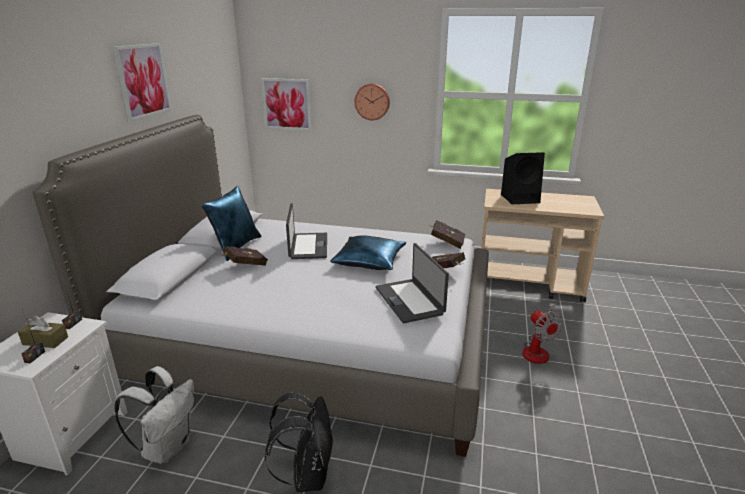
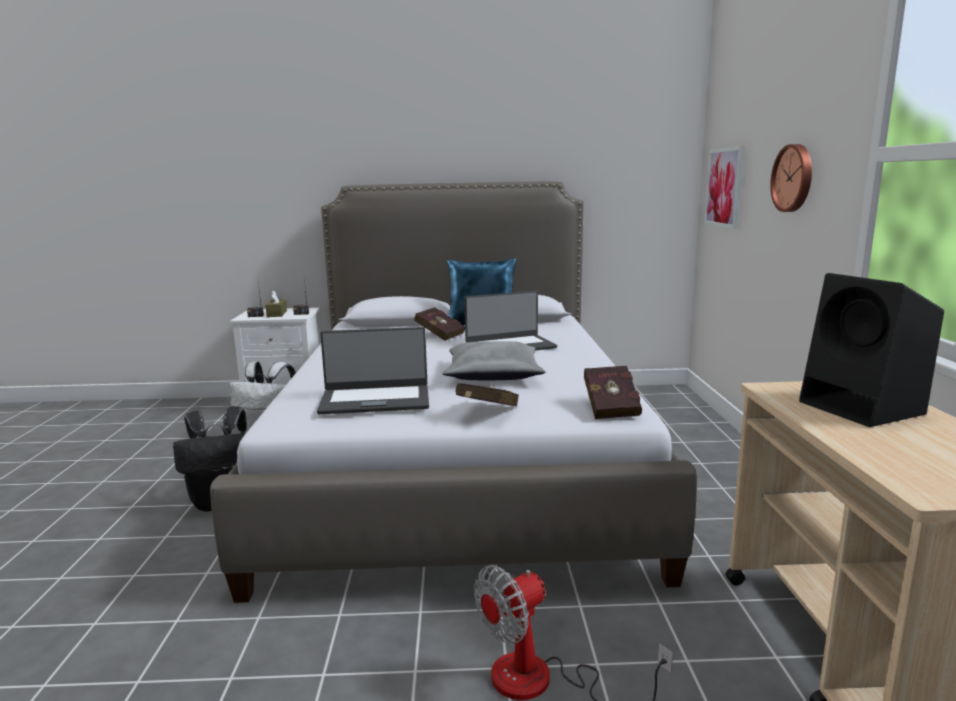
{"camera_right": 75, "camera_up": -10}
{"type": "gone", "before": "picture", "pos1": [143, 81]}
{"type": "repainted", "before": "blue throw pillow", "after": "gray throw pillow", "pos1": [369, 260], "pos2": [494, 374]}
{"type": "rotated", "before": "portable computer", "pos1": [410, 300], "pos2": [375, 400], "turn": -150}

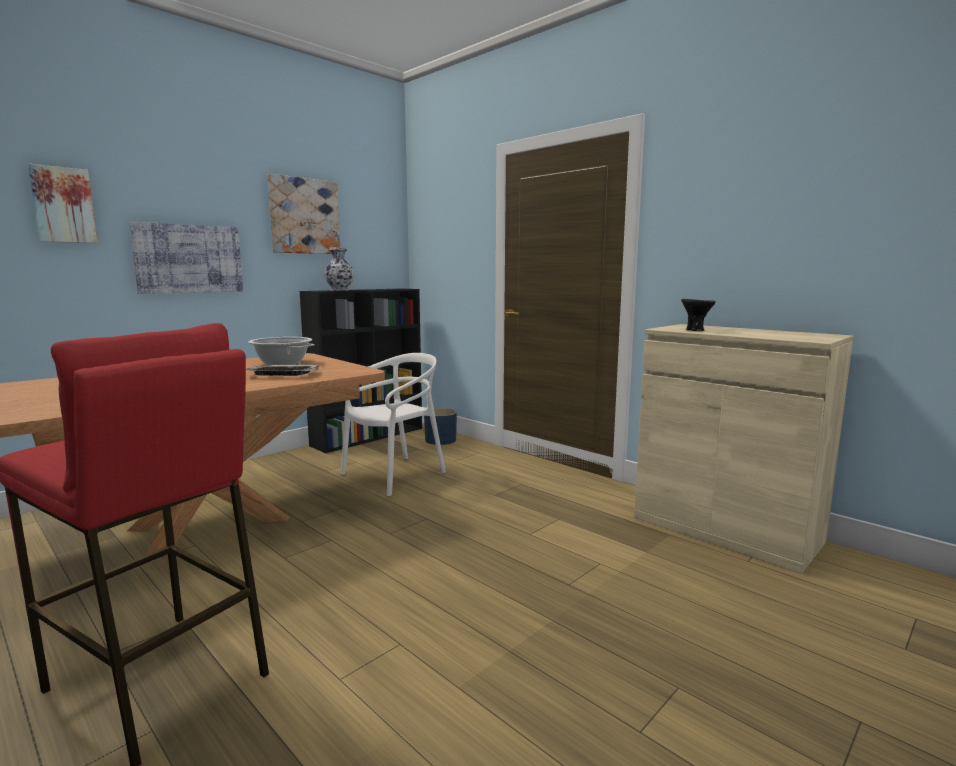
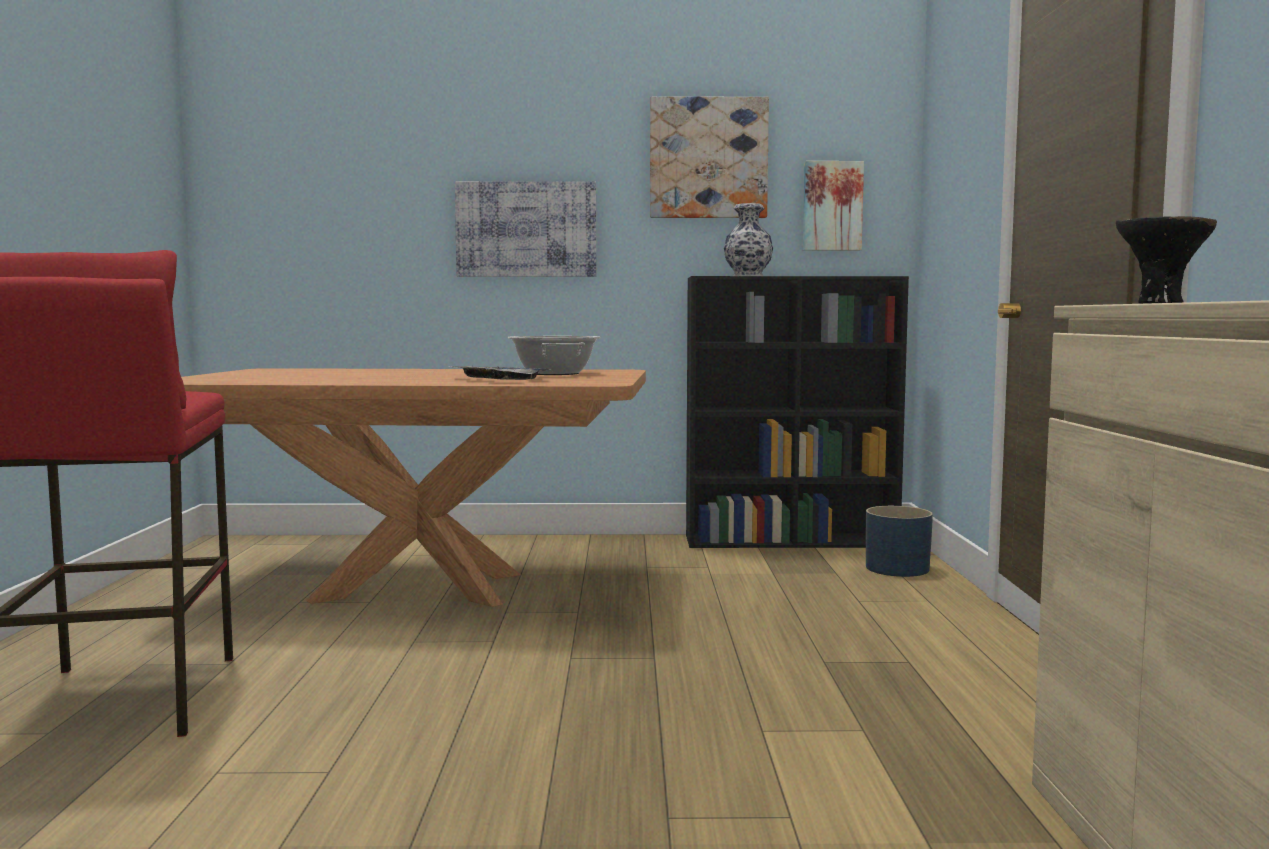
{"camera_right": 45, "camera_up": -5}
{"type": "shifted", "before": "picture", "pos1": [63, 205], "pos2": [832, 206]}
{"type": "gone", "before": "whitish chair", "pos1": [394, 475]}

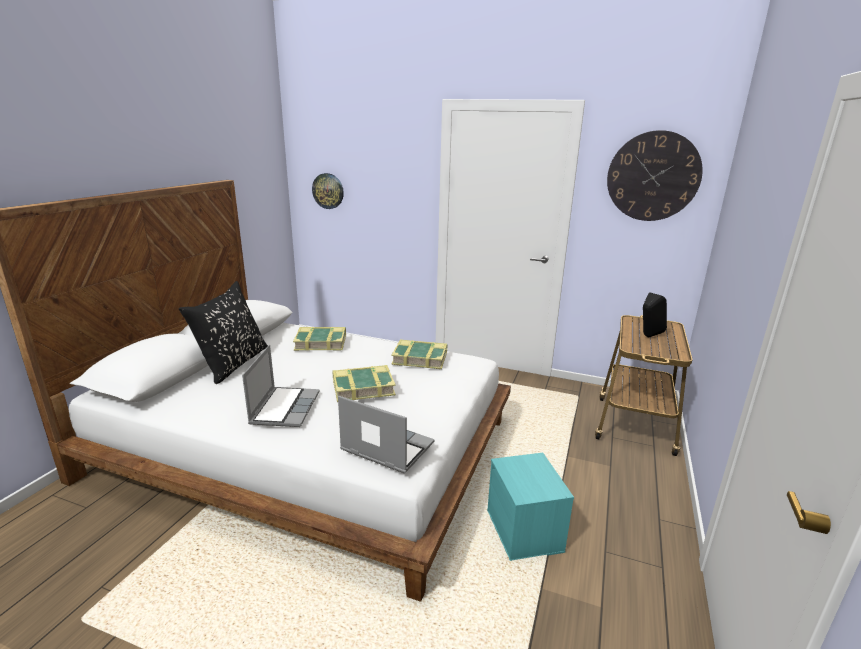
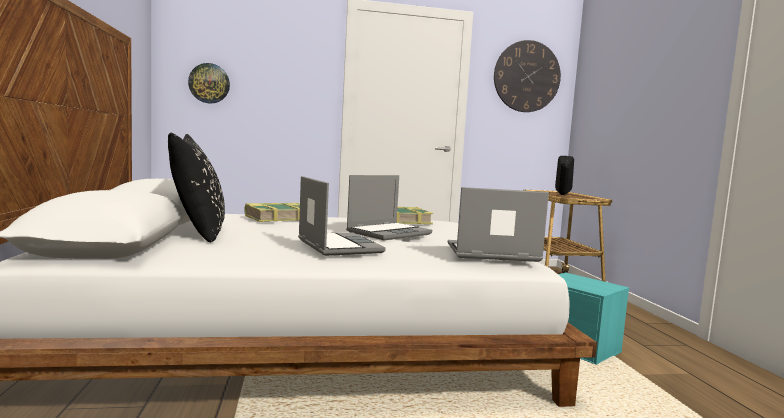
{"camera_right": -30, "camera_up": -15}
{"type": "swapped", "before": "volume", "after": "portable computer", "pos1": [363, 387], "pos2": [389, 233]}

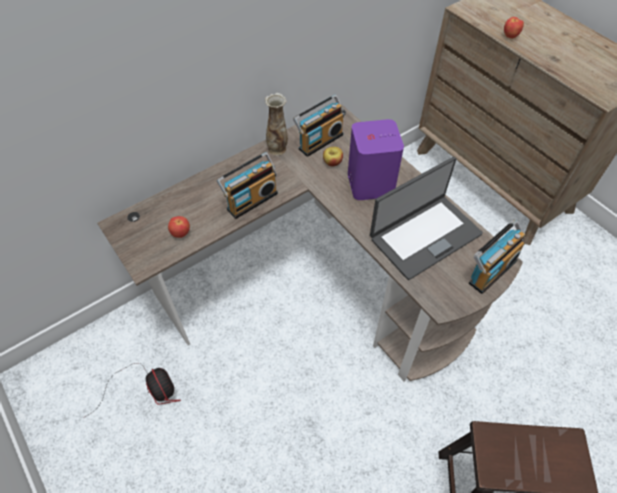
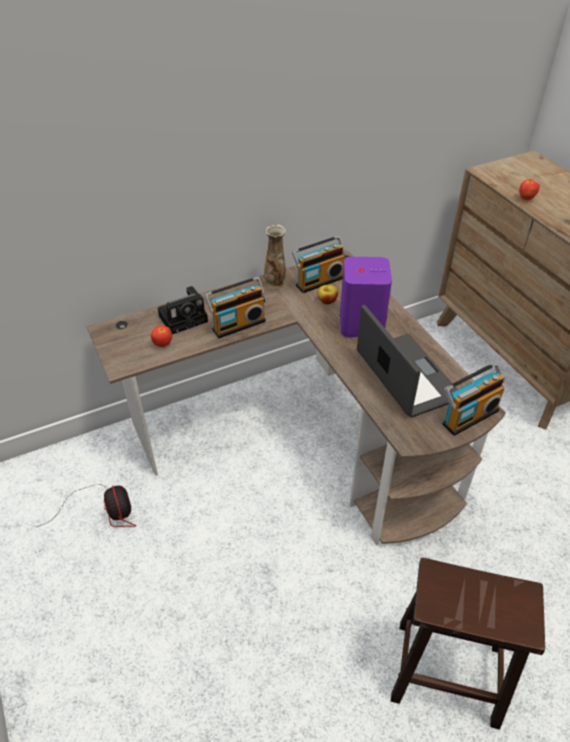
{"camera_right": 10, "camera_up": -10}
{"type": "rotated", "before": "portable computer", "pos1": [424, 235], "pos2": [406, 376], "turn": -90}
{"type": "new", "after": "photo camera", "pos2": [185, 318]}

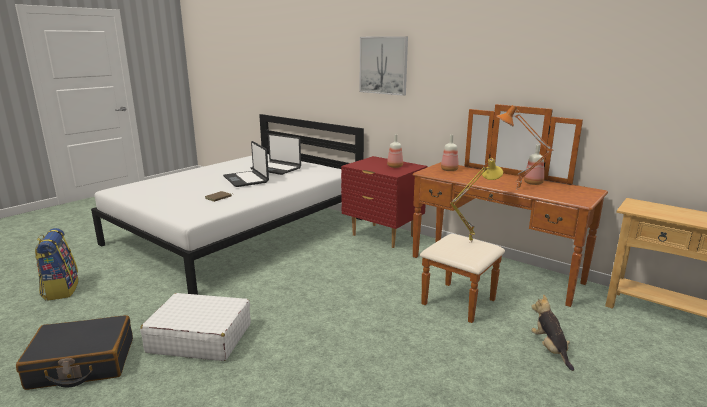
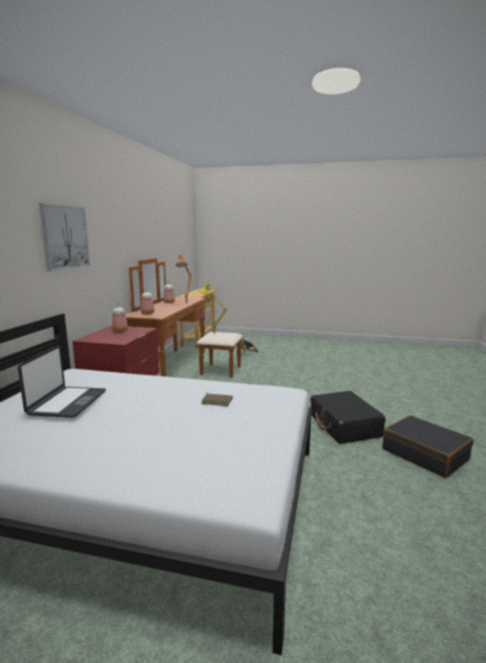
{"camera_right": -115, "camera_up": -5}
{"type": "gone", "before": "portable computer", "pos1": [246, 179]}
{"type": "gone", "before": "knapsack", "pos1": [61, 289]}
{"type": "repainted", "before": "whitish suitcase", "after": "black-coloured suitcase", "pos1": [200, 338], "pos2": [344, 426]}

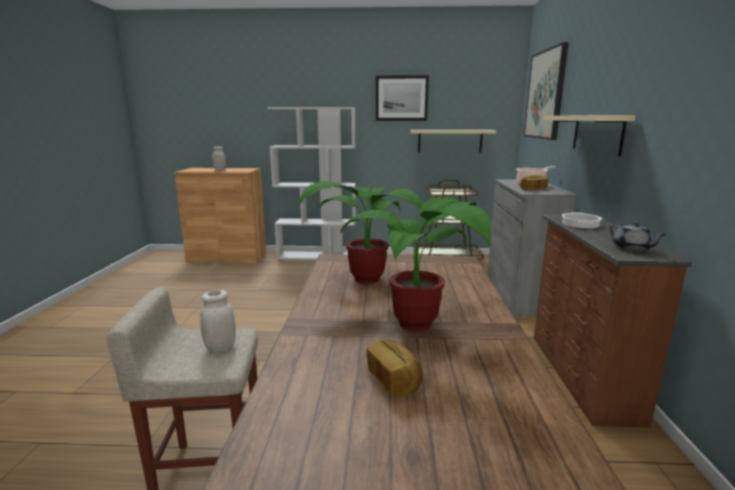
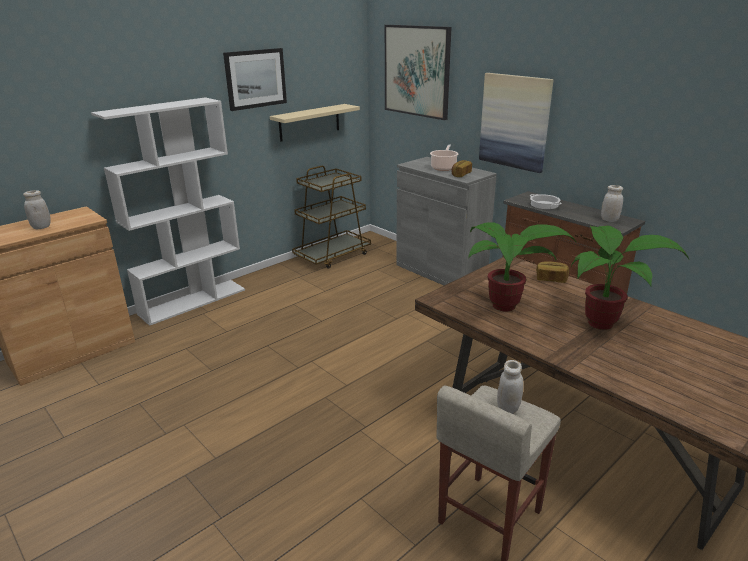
{"camera_right": -45, "camera_up": 10}
{"type": "swapped", "before": "beige shelf", "after": "picture", "pos1": [597, 133], "pos2": [515, 122]}
{"type": "swapped", "before": "gray pot for tea", "after": "whitish jar", "pos1": [632, 248], "pos2": [609, 220]}
{"type": "shifted", "before": "bakery bread", "pos1": [394, 380], "pos2": [551, 279]}

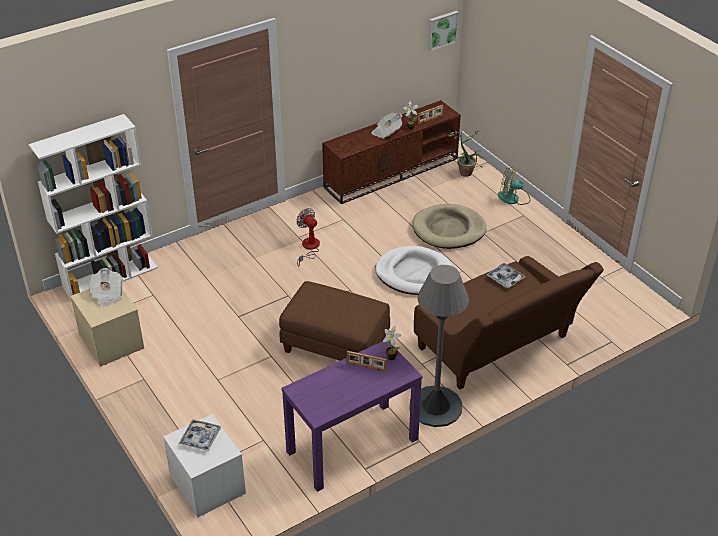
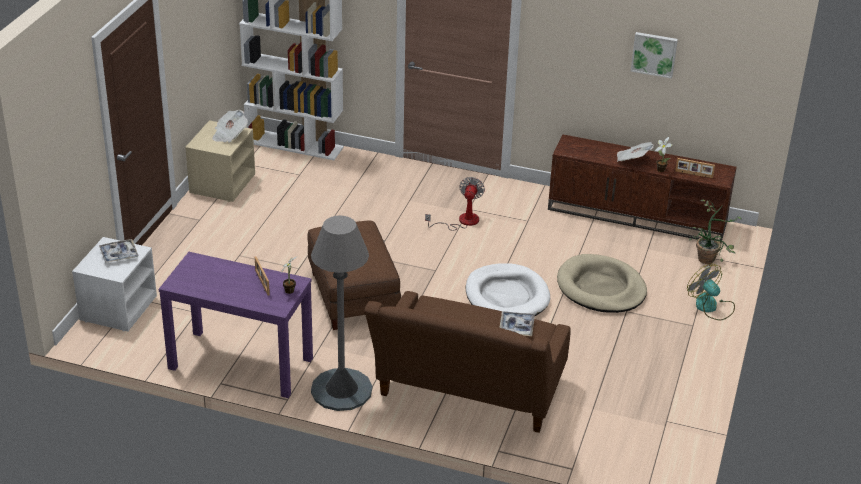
{"camera_right": 50, "camera_up": -5}
{"type": "shifted", "before": "picture", "pos1": [442, 30], "pos2": [654, 54]}

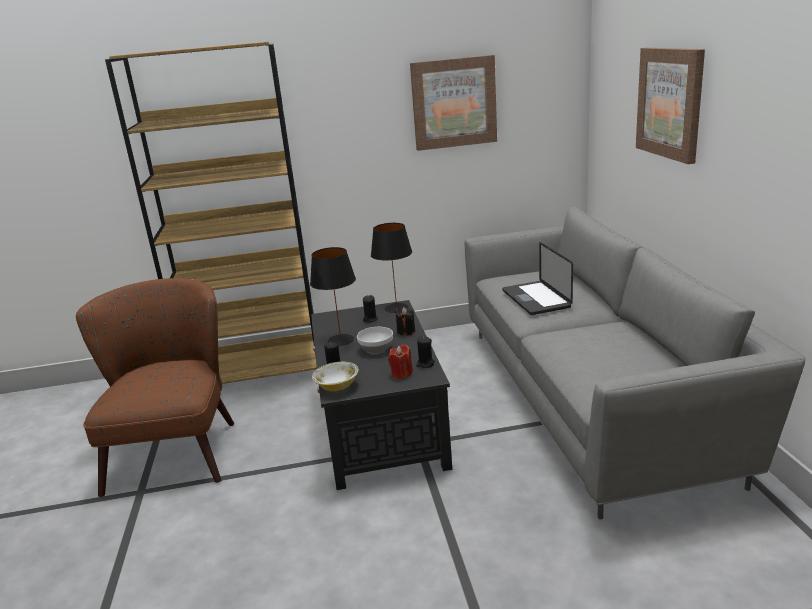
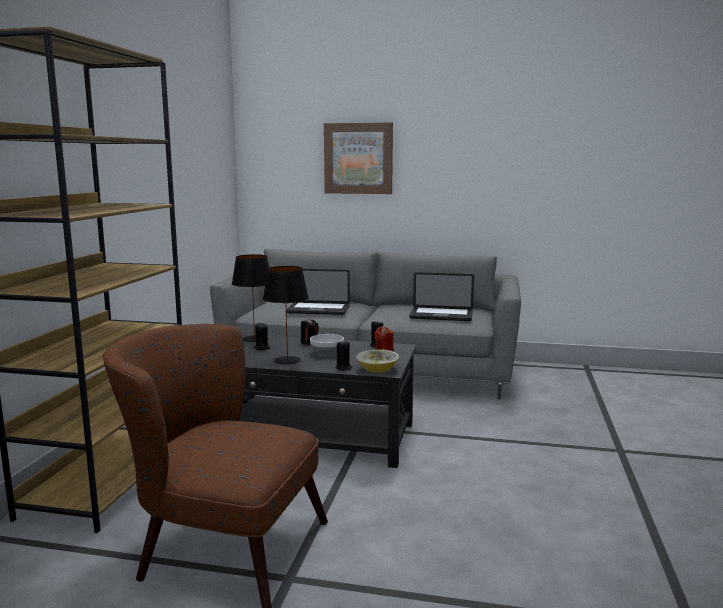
{"camera_right": -70, "camera_up": -10}
{"type": "gone", "before": "picture", "pos1": [454, 103]}
{"type": "new", "after": "portable computer", "pos2": [441, 315]}

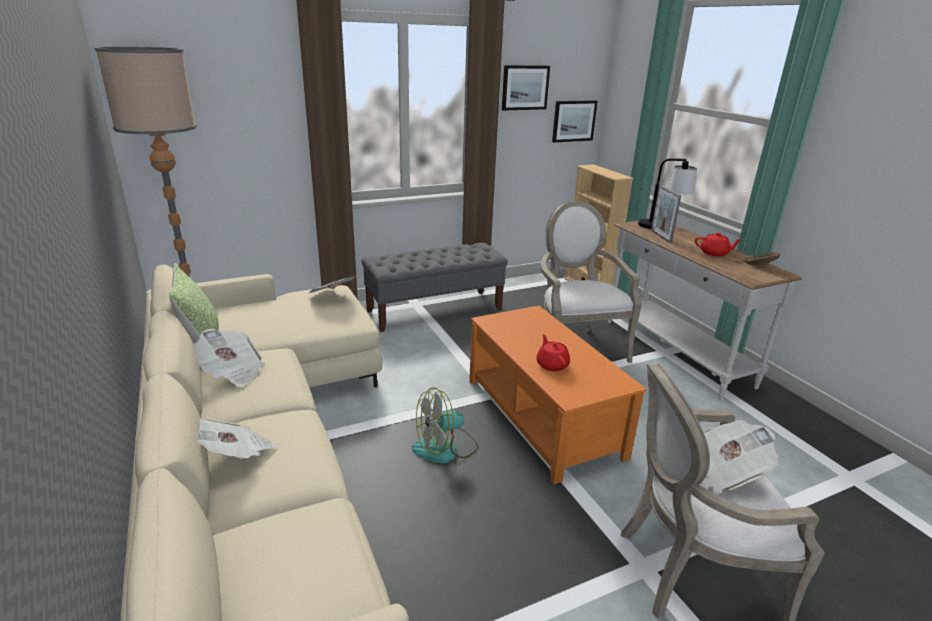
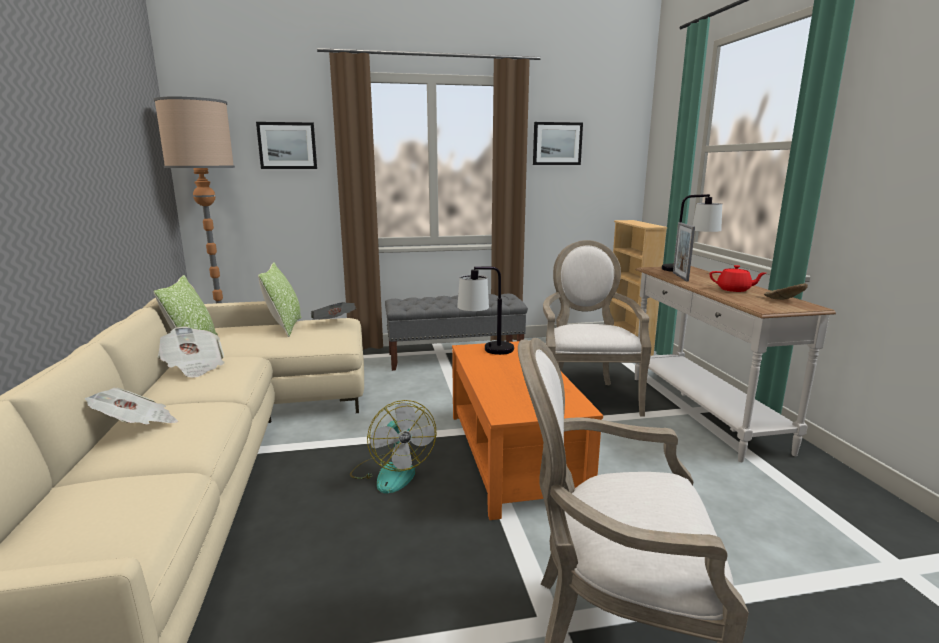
{"camera_right": 15, "camera_up": -10}
{"type": "shifted", "before": "picture", "pos1": [573, 121], "pos2": [287, 145]}
{"type": "gone", "before": "reddish pot for tea", "pos1": [552, 364]}
{"type": "rotated", "before": "cooling fan", "pos1": [445, 448], "pos2": [392, 472], "turn": -105}
{"type": "gone", "before": "daily paper", "pos1": [722, 472]}
{"type": "new", "after": "throw pillow", "pos2": [285, 327]}
{"type": "new", "after": "tabletop lamp", "pos2": [486, 352]}

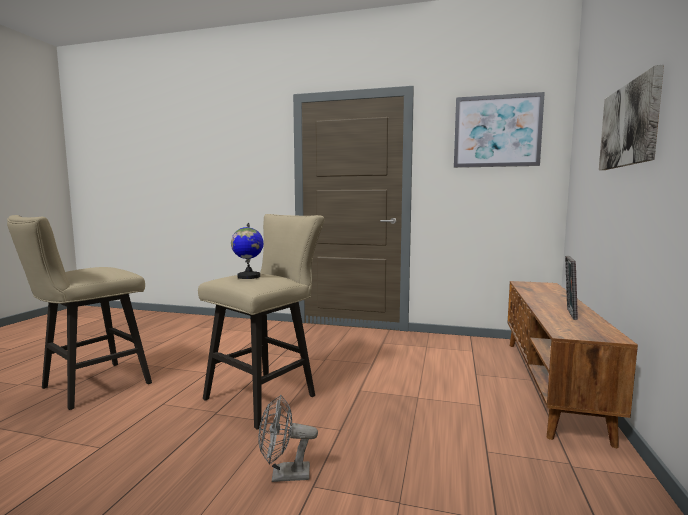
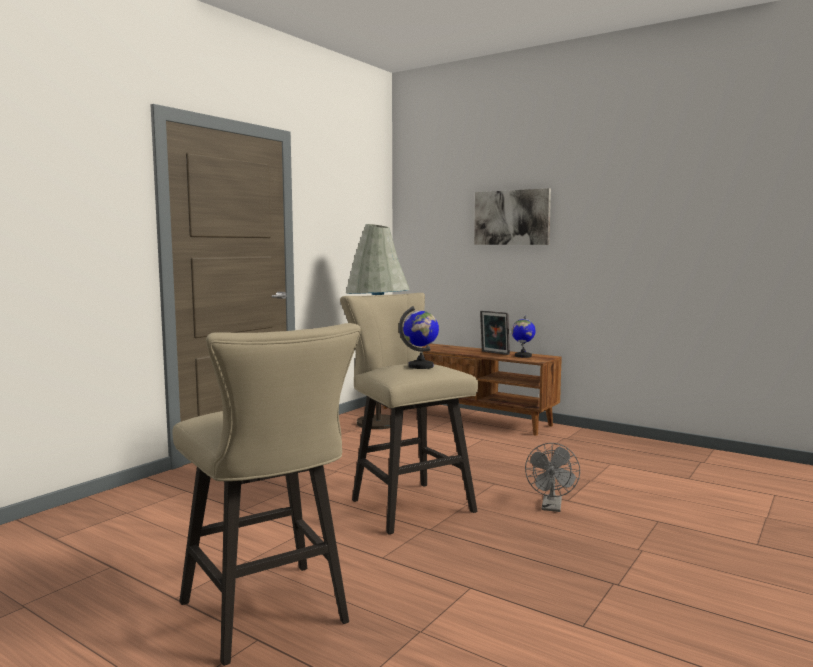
{"camera_right": -70, "camera_up": 0}
{"type": "gone", "before": "picture", "pos1": [497, 131]}
{"type": "new", "after": "gray standard lamp", "pos2": [378, 423]}
{"type": "new", "after": "globe", "pos2": [522, 356]}

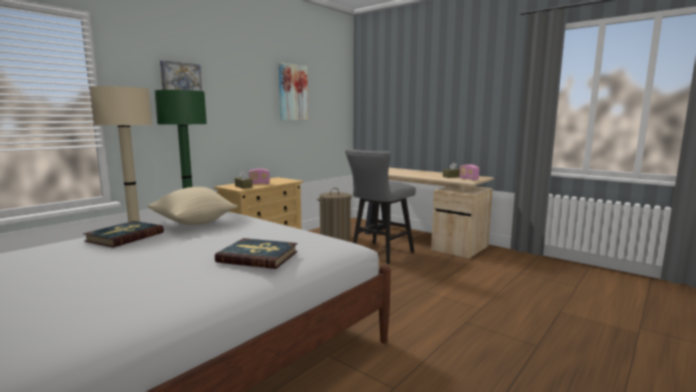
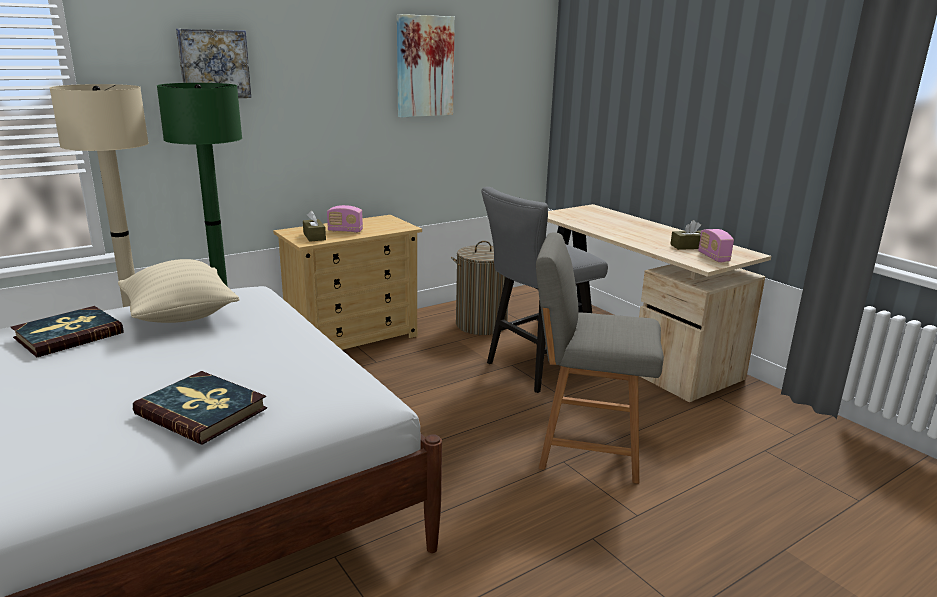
{"camera_right": 15, "camera_up": 10}
{"type": "new", "after": "gray chair", "pos2": [585, 448]}

